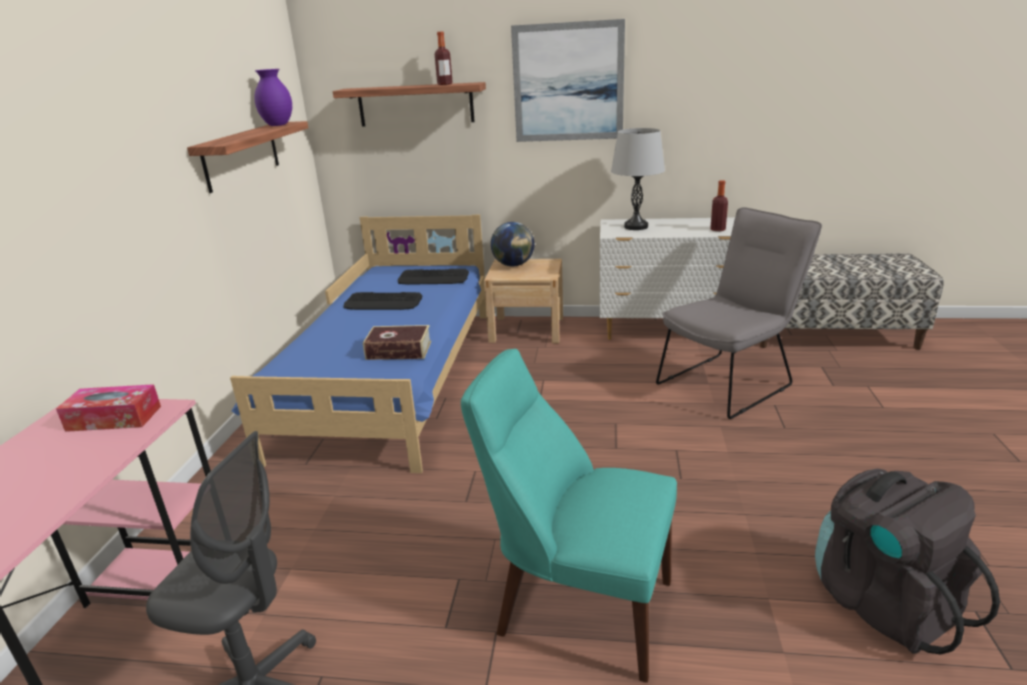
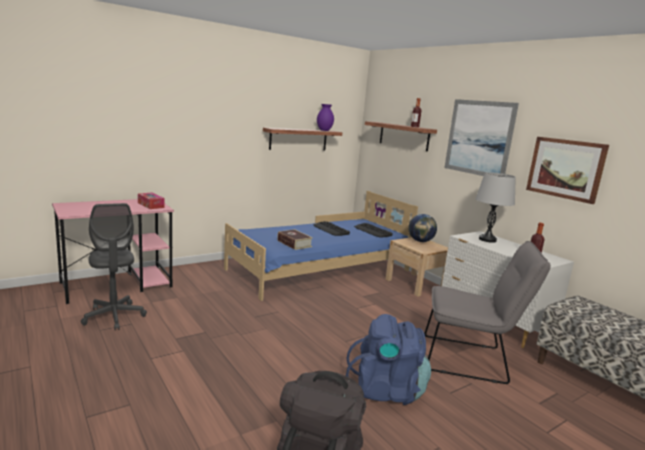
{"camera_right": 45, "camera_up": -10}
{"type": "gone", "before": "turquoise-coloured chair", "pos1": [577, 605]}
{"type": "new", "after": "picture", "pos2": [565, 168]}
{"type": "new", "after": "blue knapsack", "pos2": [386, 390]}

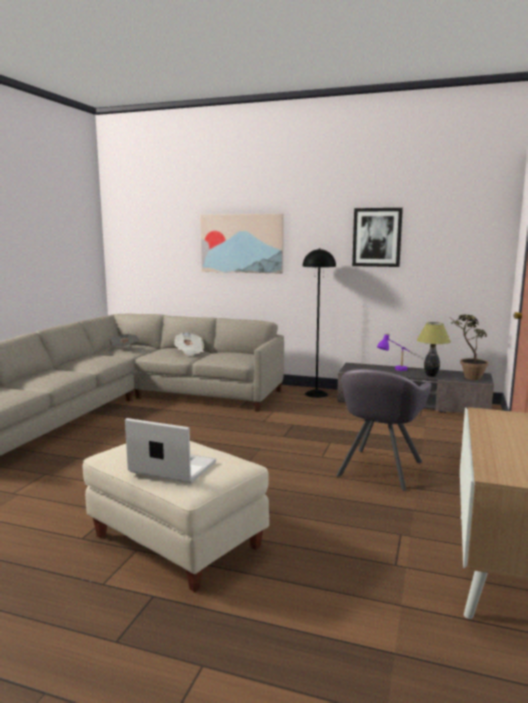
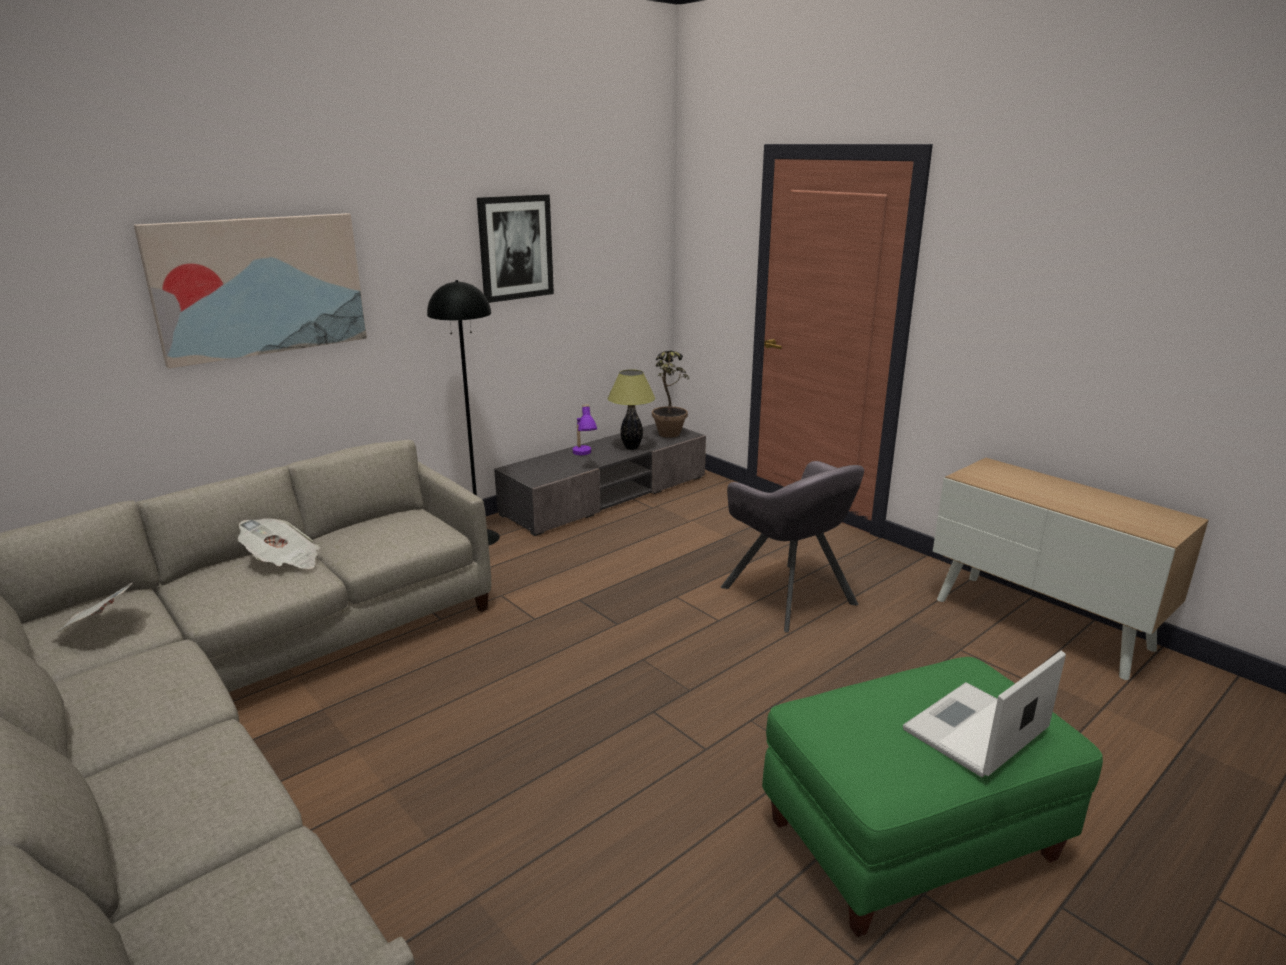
{"camera_right": -60, "camera_up": 10}
{"type": "repainted", "before": "beige ottoman", "after": "greenish ottoman", "pos1": [178, 540], "pos2": [910, 837]}

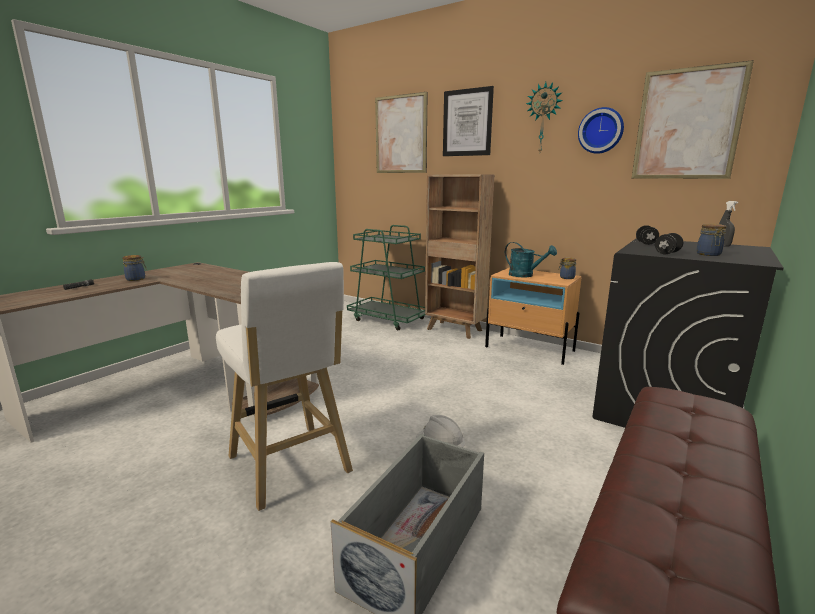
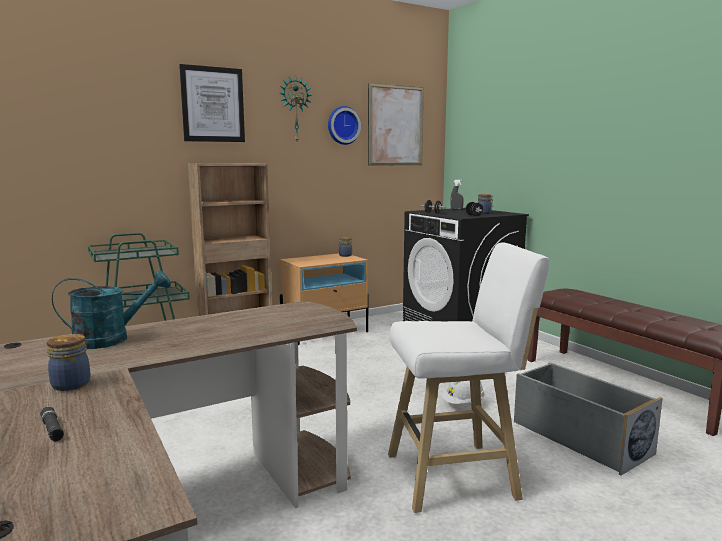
{"camera_right": -65, "camera_up": -5}
{"type": "gone", "before": "picture", "pos1": [400, 134]}
{"type": "shifted", "before": "turquoise-coloured sprinkling can", "pos1": [525, 275], "pos2": [112, 339]}

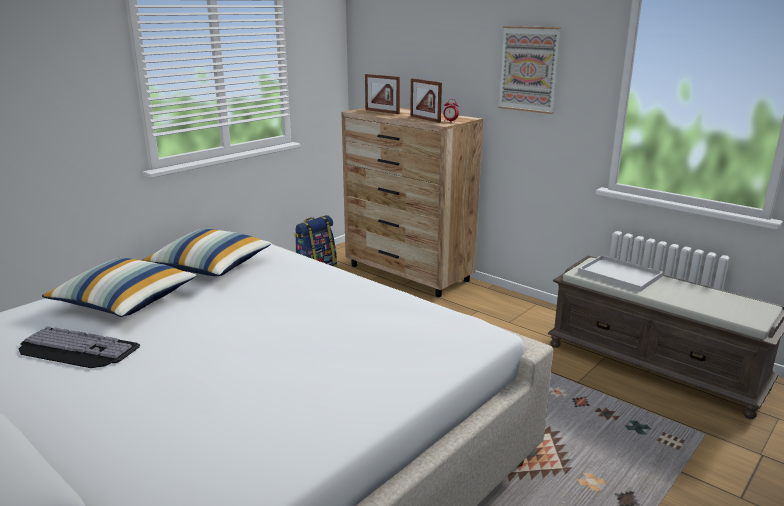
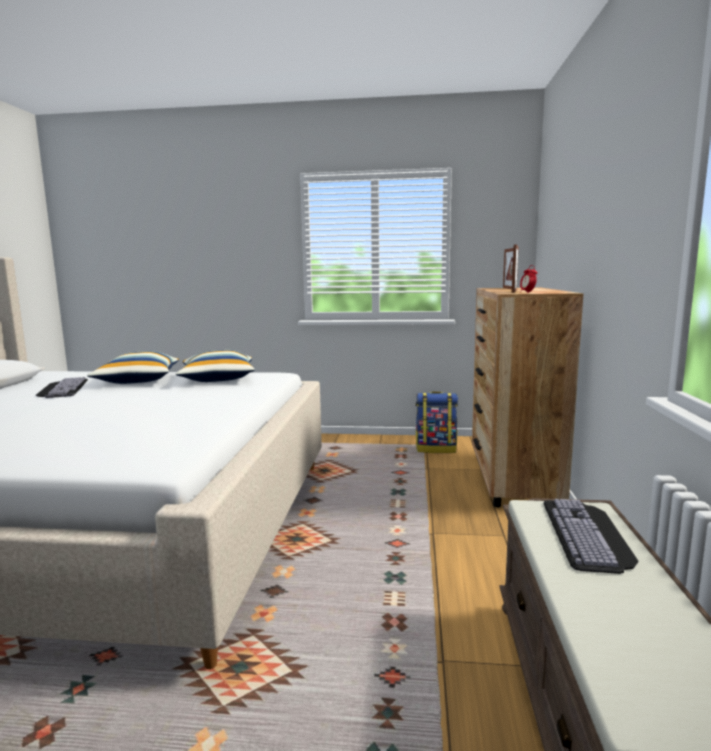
{"camera_right": 55, "camera_up": -10}
{"type": "gone", "before": "picture", "pos1": [529, 69]}
{"type": "swapped", "before": "whitish carrying tray", "after": "keyboard", "pos1": [621, 274], "pos2": [589, 535]}

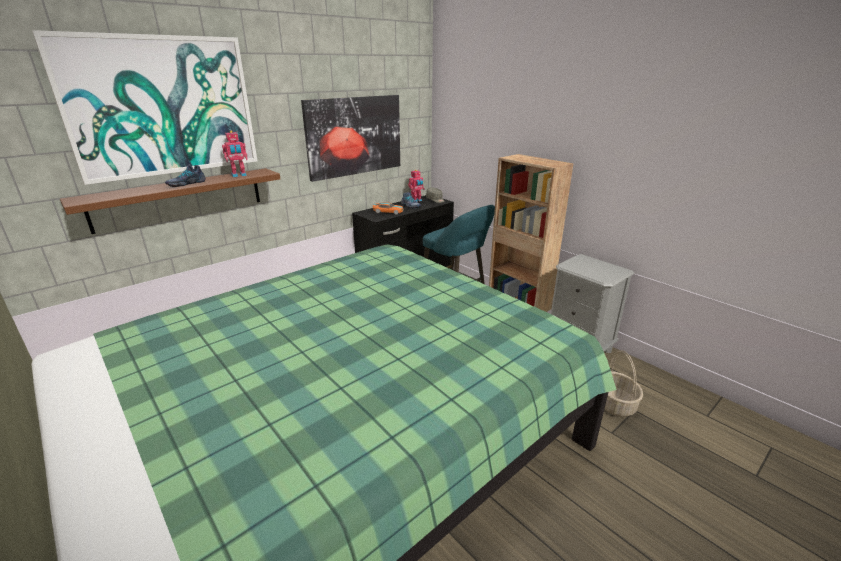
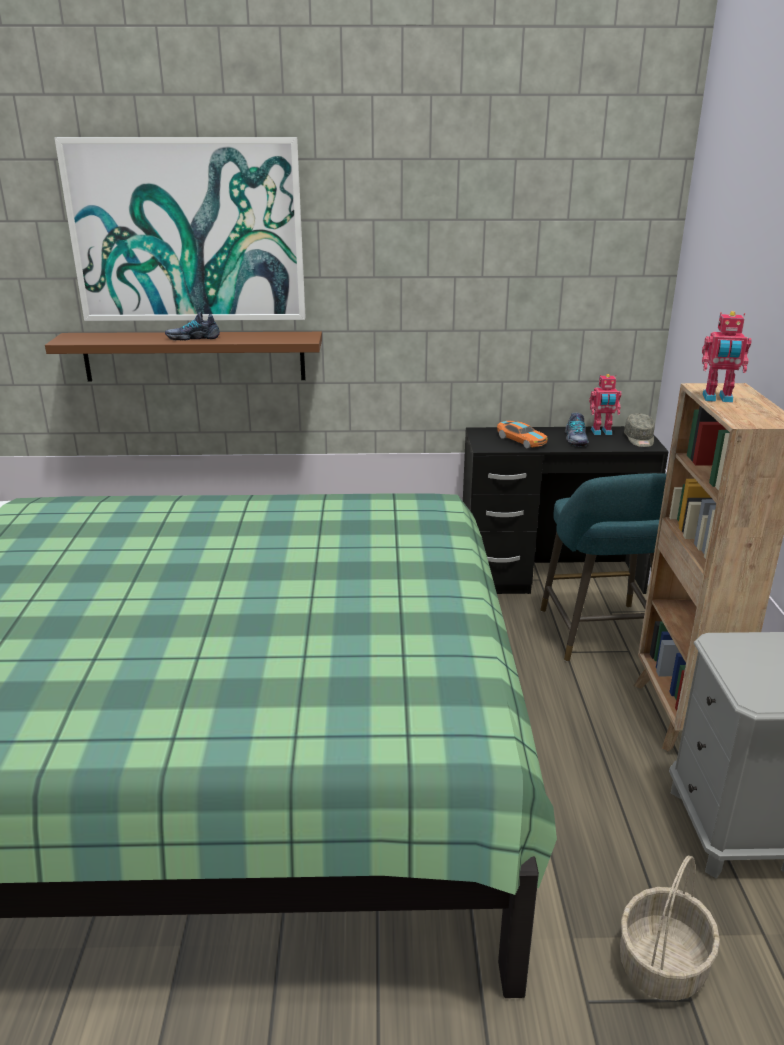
{"camera_right": 40, "camera_up": 0}
{"type": "gone", "before": "picture", "pos1": [354, 136]}
{"type": "shifted", "before": "toy robot", "pos1": [239, 175], "pos2": [717, 399]}

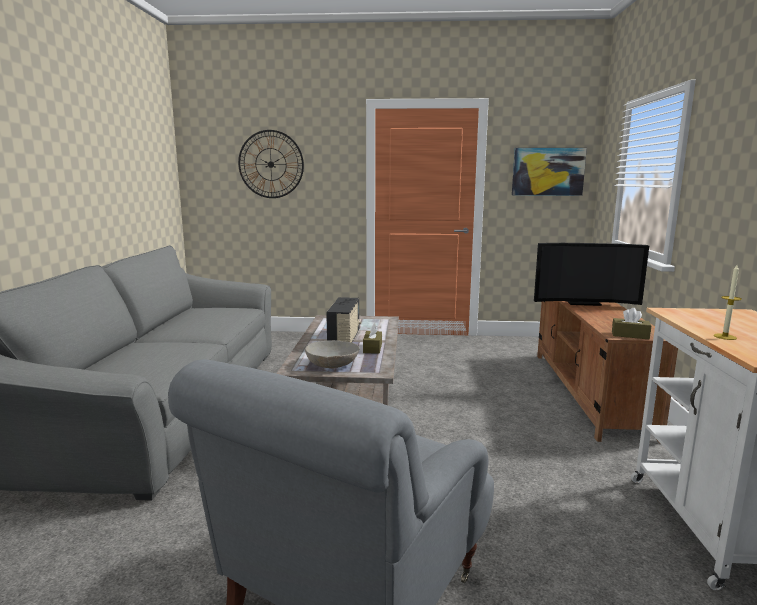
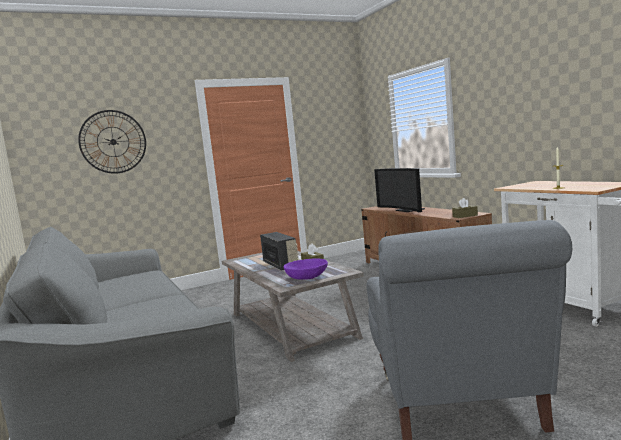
{"camera_right": -30, "camera_up": -5}
{"type": "gone", "before": "picture", "pos1": [548, 171]}
{"type": "rotated", "before": "television", "pos1": [583, 303], "pos2": [406, 210], "turn": 90}
{"type": "repainted", "before": "gray serving bowl", "after": "purple-coloured serving bowl", "pos1": [332, 364], "pos2": [307, 277]}

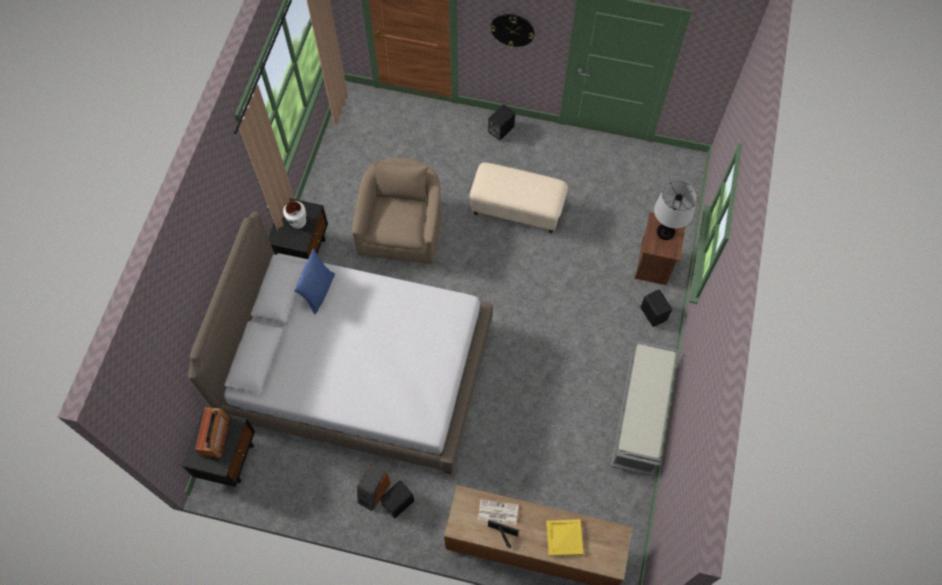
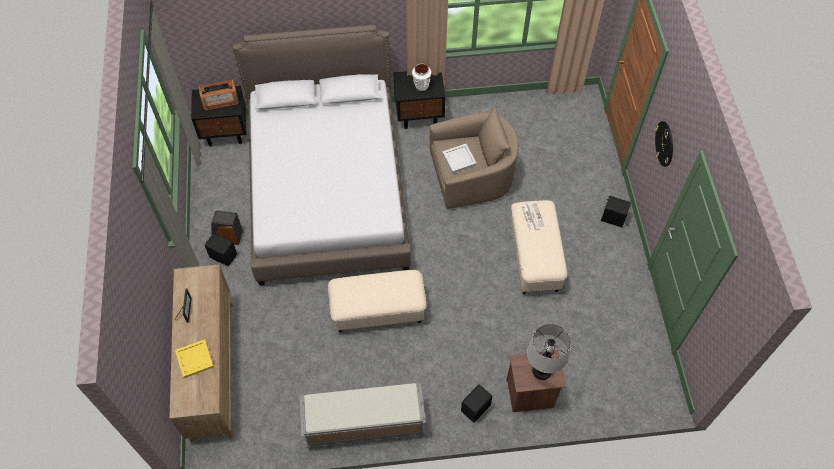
{"camera_right": 70, "camera_up": -5}
{"type": "gone", "before": "blue throw pillow", "pos1": [318, 292]}
{"type": "shifted", "before": "daily paper", "pos1": [497, 512], "pos2": [532, 216]}
{"type": "new", "after": "whitish carrying tray", "pos2": [459, 159]}
{"type": "new", "after": "beige ottoman", "pos2": [378, 310]}

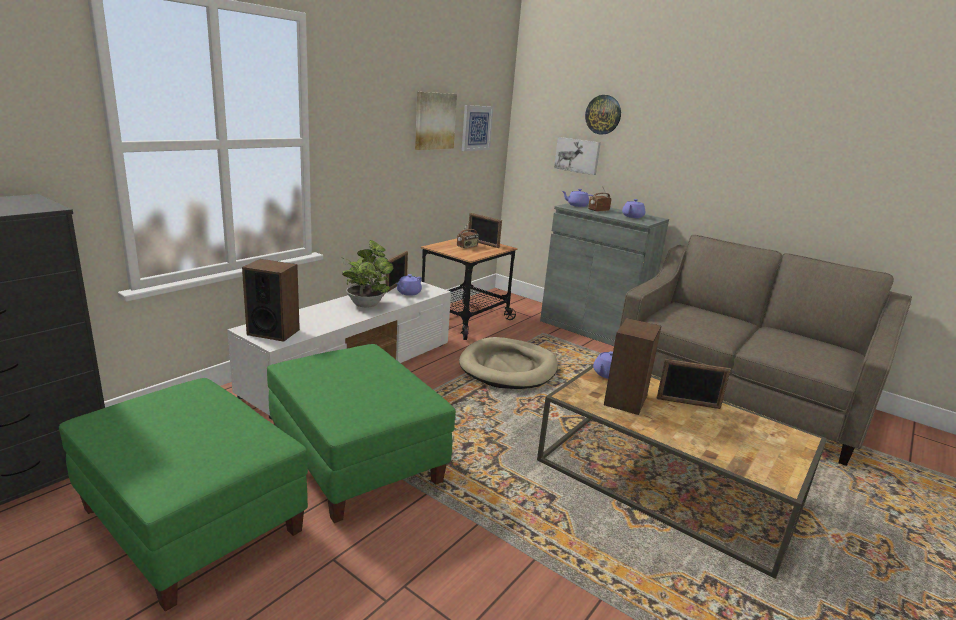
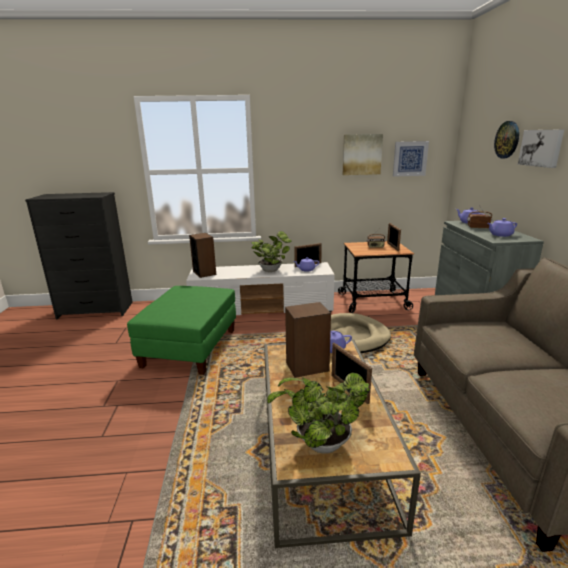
{"camera_right": 50, "camera_up": 0}
{"type": "shifted", "before": "picture", "pos1": [577, 155], "pos2": [541, 148]}
{"type": "gone", "before": "greenish ottoman", "pos1": [193, 521]}
{"type": "new", "after": "houseplant", "pos2": [319, 444]}

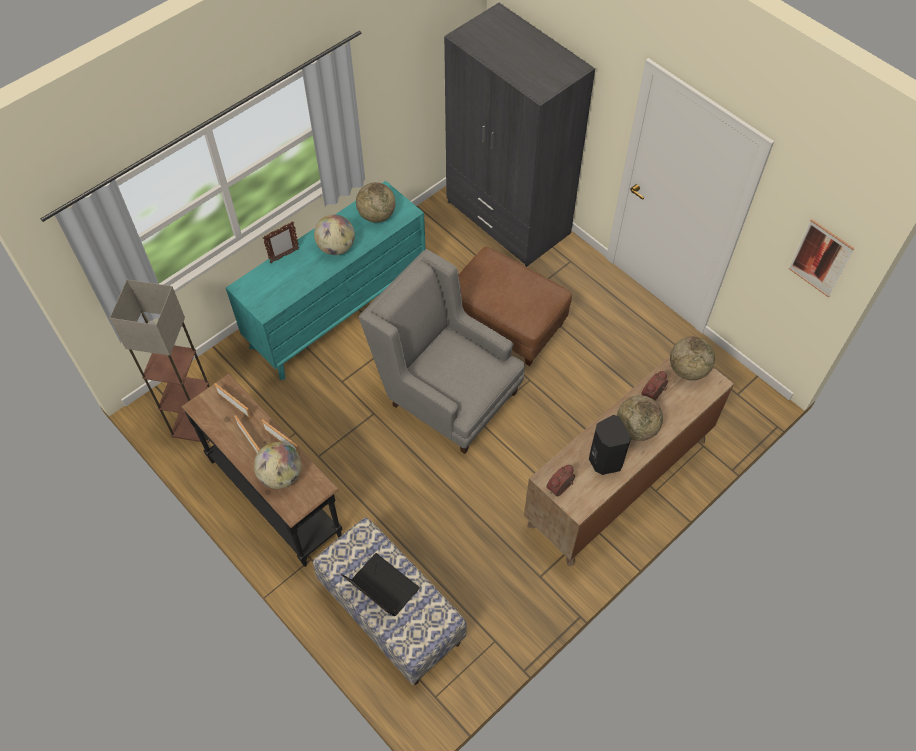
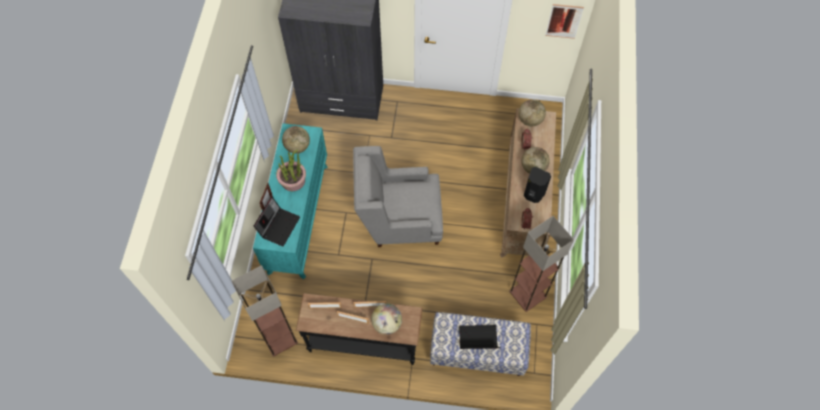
{"camera_right": -40, "camera_up": 5}
{"type": "swapped", "before": "globe", "after": "houseplant", "pos1": [336, 247], "pos2": [293, 180]}
{"type": "gone", "before": "brown-coloured ottoman", "pos1": [507, 323]}
{"type": "new", "after": "portable computer", "pos2": [279, 226]}
{"type": "new", "after": "standard lamp", "pos2": [528, 295]}

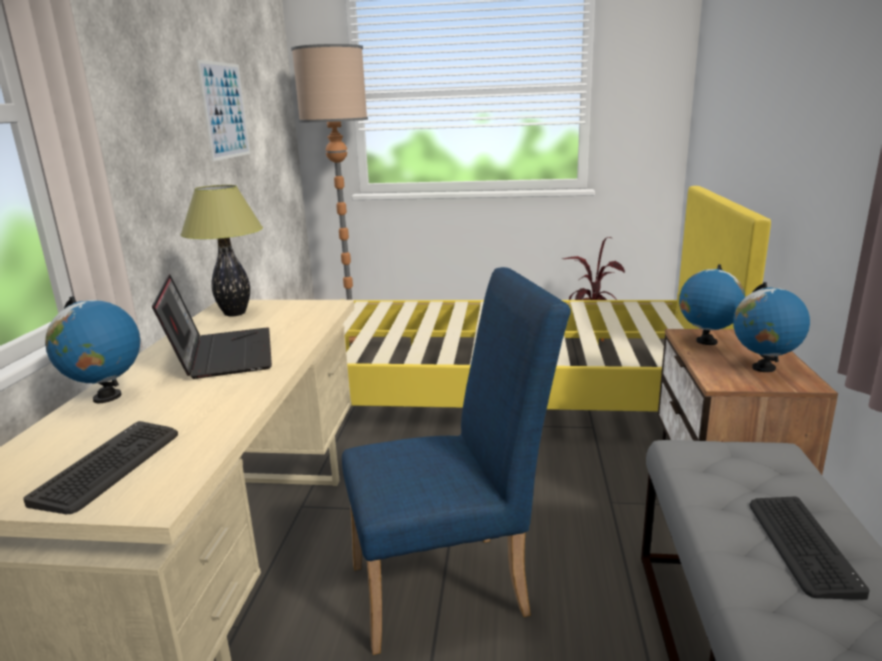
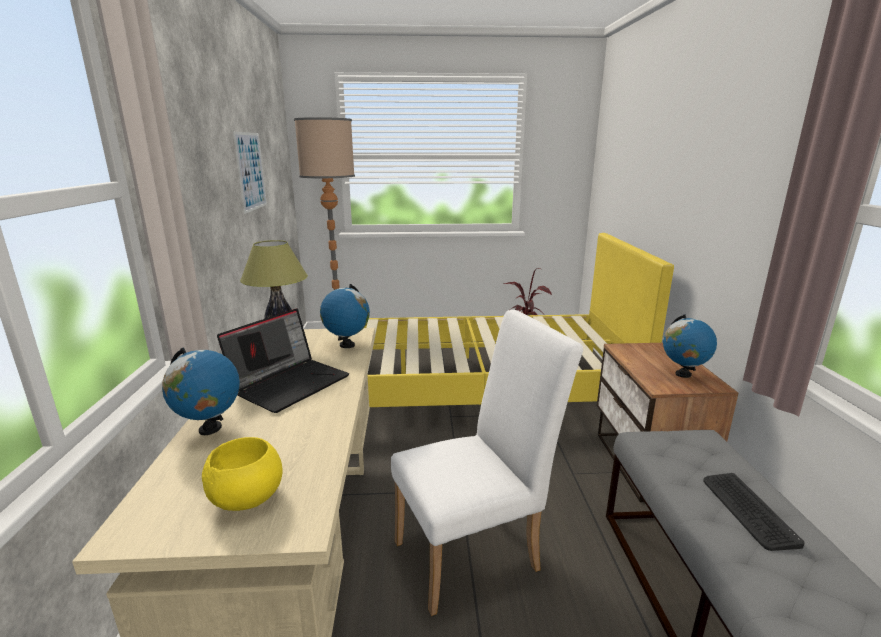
{"camera_right": -10, "camera_up": 0}
{"type": "shifted", "before": "globe", "pos1": [706, 341], "pos2": [347, 345]}
{"type": "repainted", "before": "blue chair", "after": "whitish chair", "pos1": [452, 586], "pos2": [476, 552]}
{"type": "rotated", "before": "portable computer", "pos1": [221, 354], "pos2": [290, 383], "turn": 60}
{"type": "swapped", "before": "keyboard", "after": "yellow serving bowl", "pos1": [110, 466], "pos2": [246, 496]}

